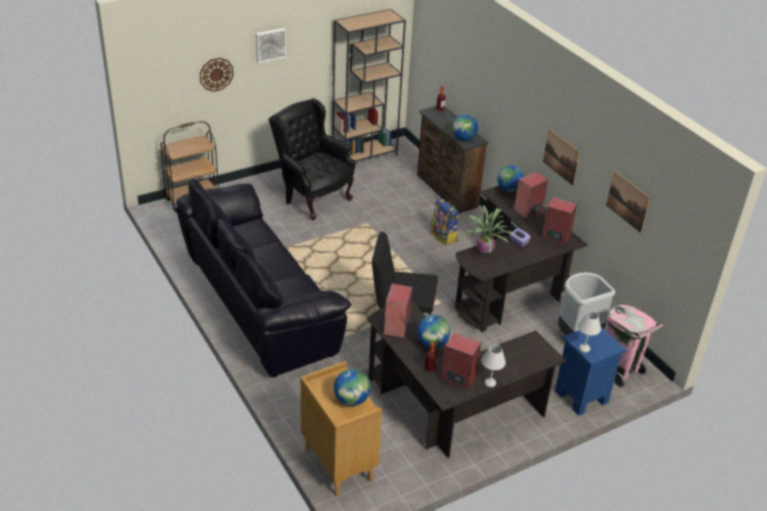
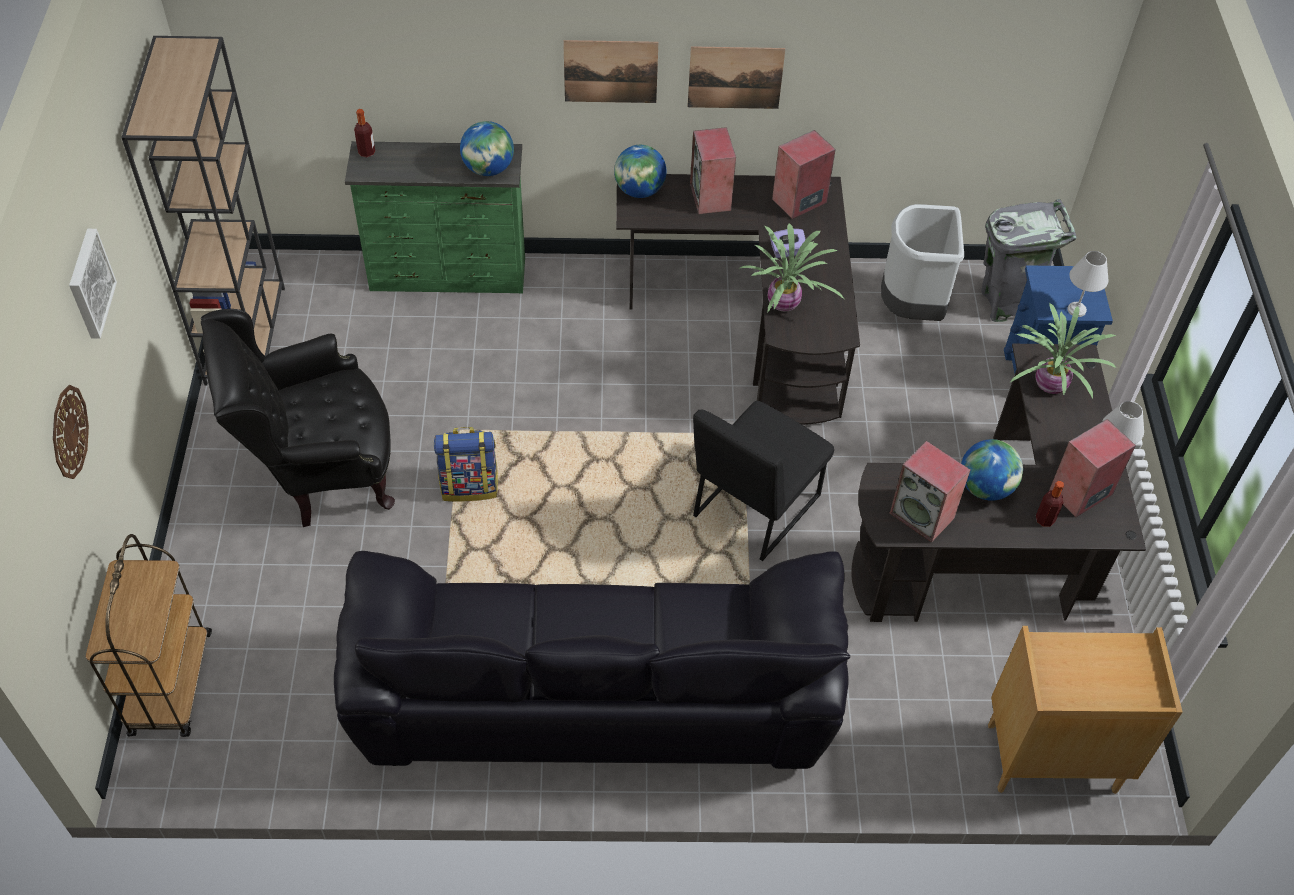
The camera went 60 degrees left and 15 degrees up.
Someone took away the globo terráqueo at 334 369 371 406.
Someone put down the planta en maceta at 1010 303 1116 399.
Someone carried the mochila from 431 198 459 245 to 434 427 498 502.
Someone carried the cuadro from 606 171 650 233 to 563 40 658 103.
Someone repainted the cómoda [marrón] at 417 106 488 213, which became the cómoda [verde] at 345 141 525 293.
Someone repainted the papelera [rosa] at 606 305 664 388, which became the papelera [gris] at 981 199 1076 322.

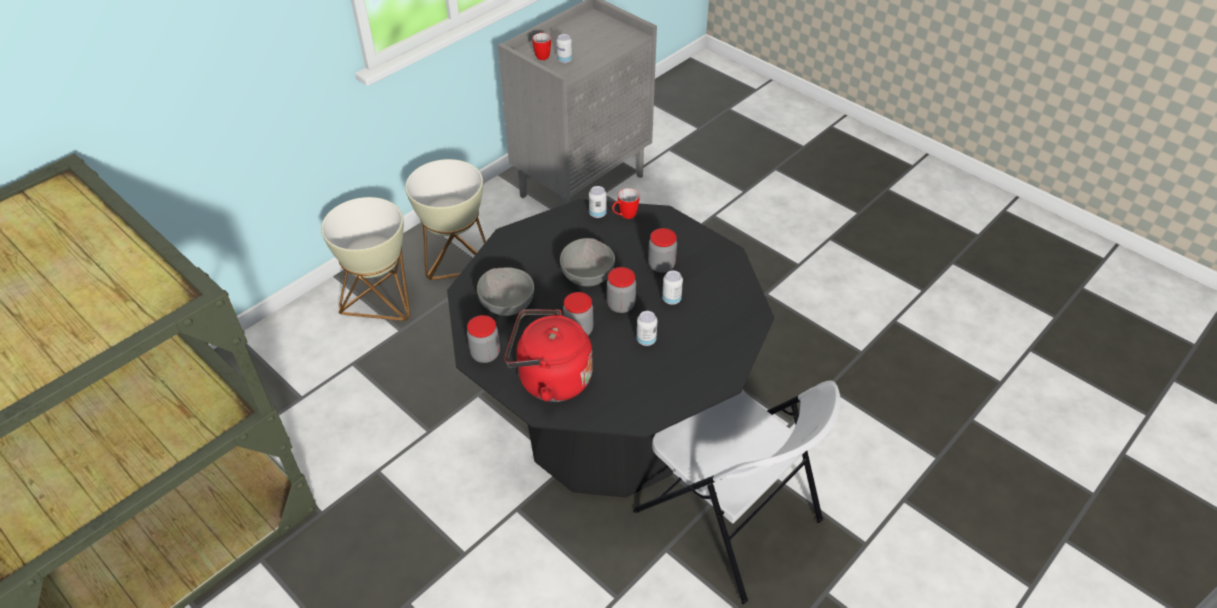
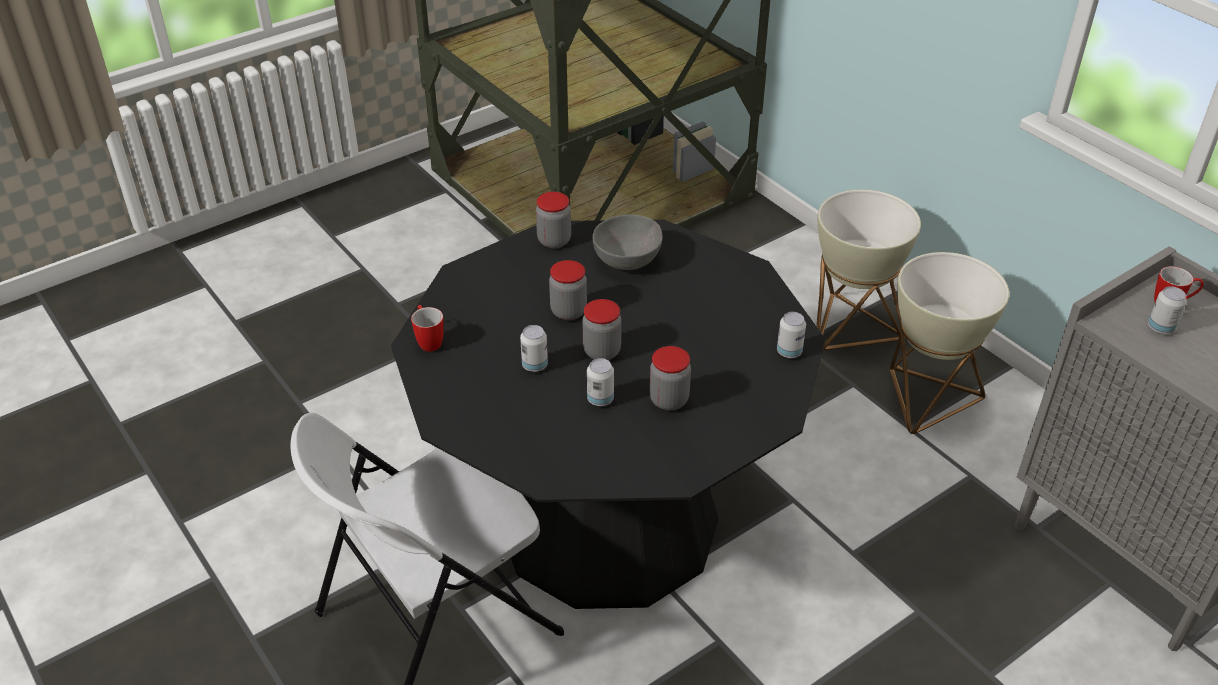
The camera went 100 degrees right and 5 degrees down.
Someone took away the hervidor [rojo] at 504 309 593 402.
Someone took away the cuenco [gris] at 560 238 615 287.
Someone carried the taza grande from 612 188 640 219 to 411 305 444 352.

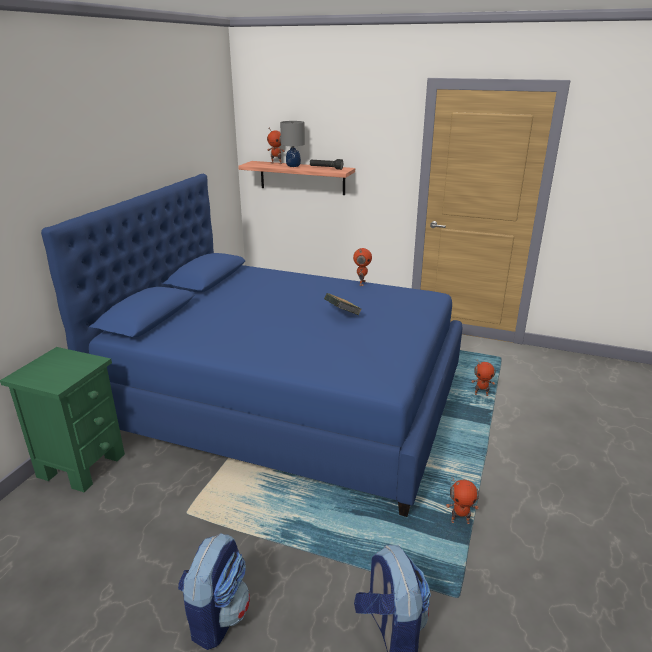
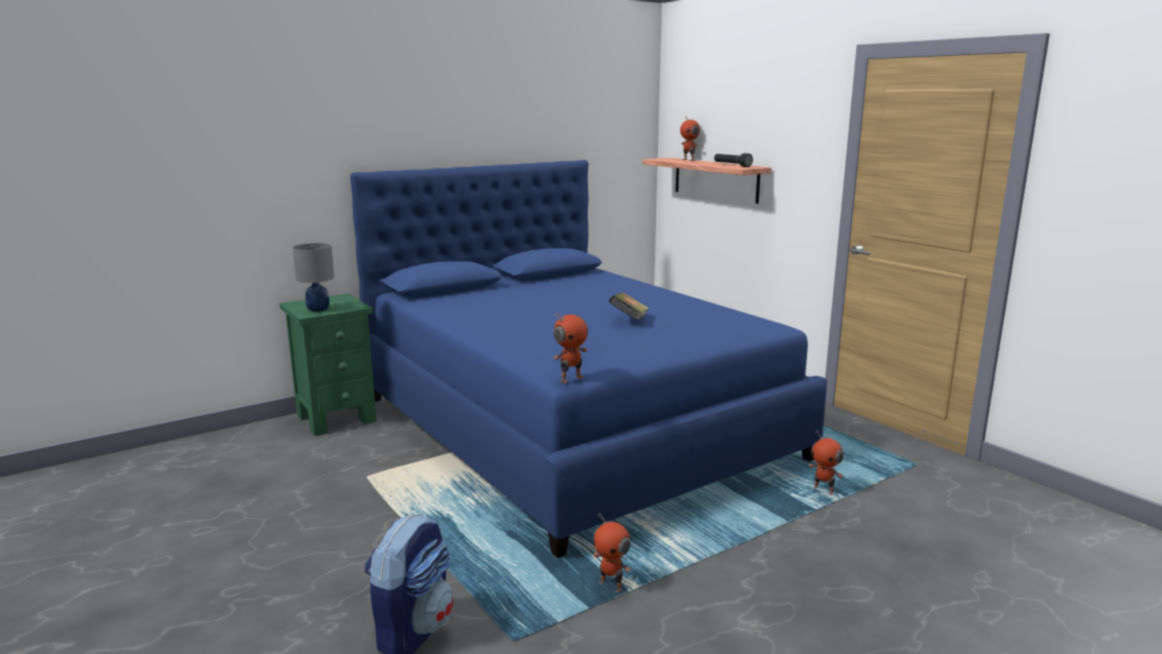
The camera went 35 degrees right and 10 degrees down.
Someone took away the mochila at 178 533 250 650.
Someone carried the lámpara de mesa [gris] from 280 121 305 167 to 292 243 334 312.
Someone carried the robot de juguete from 353 248 372 286 to 553 312 588 383.

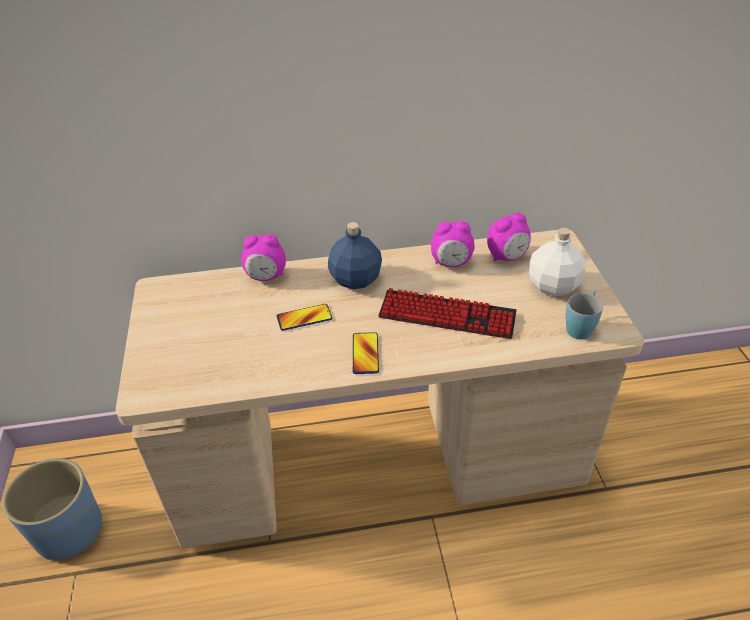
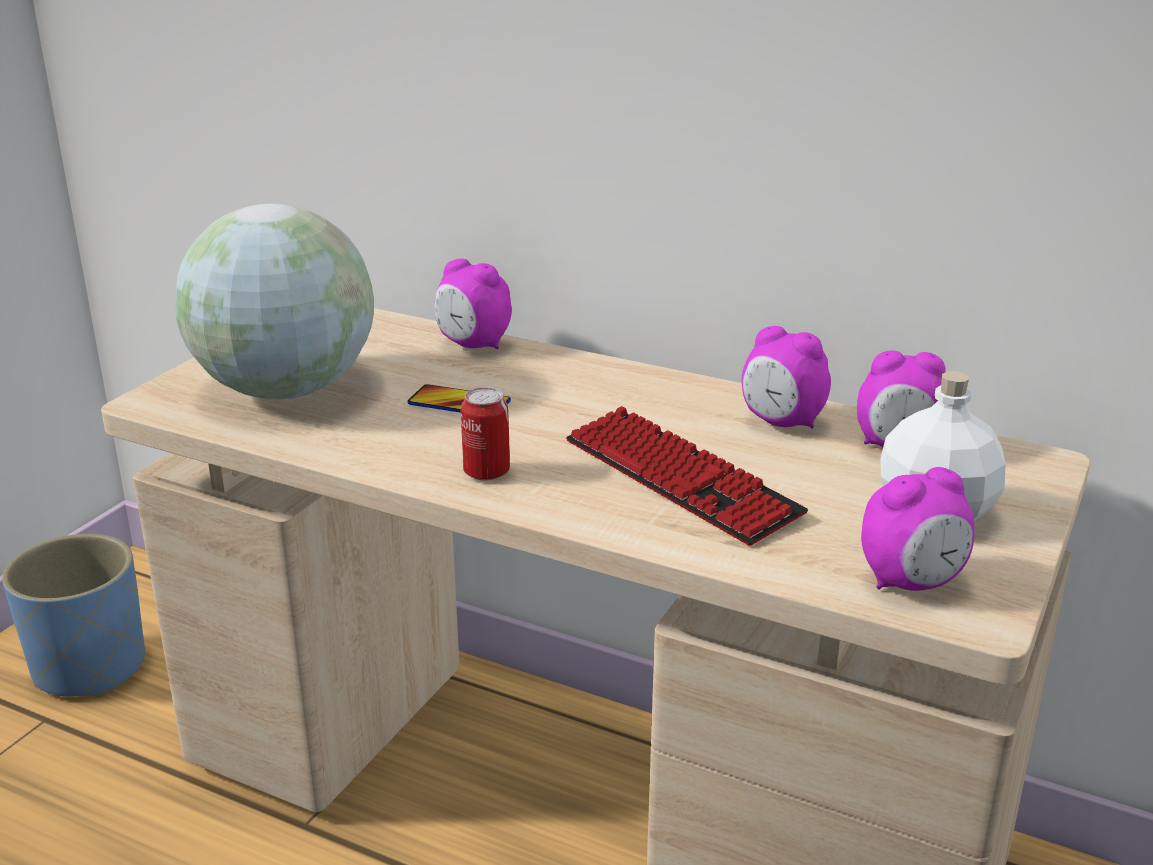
The camera went 35 degrees right and 15 degrees down.
Someone took away the botella [azul] at 328 222 382 289.
Someone put down the globo terráqueo at 175 203 374 400.
Someone swapped the móvil at 353 332 379 374 for the lata at 461 387 510 481.
Someone swapped the taza grande [azul] at 566 291 603 339 for the despertador at 861 467 975 591.

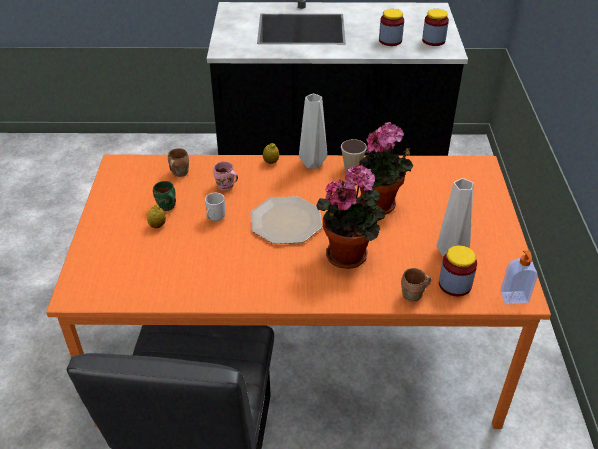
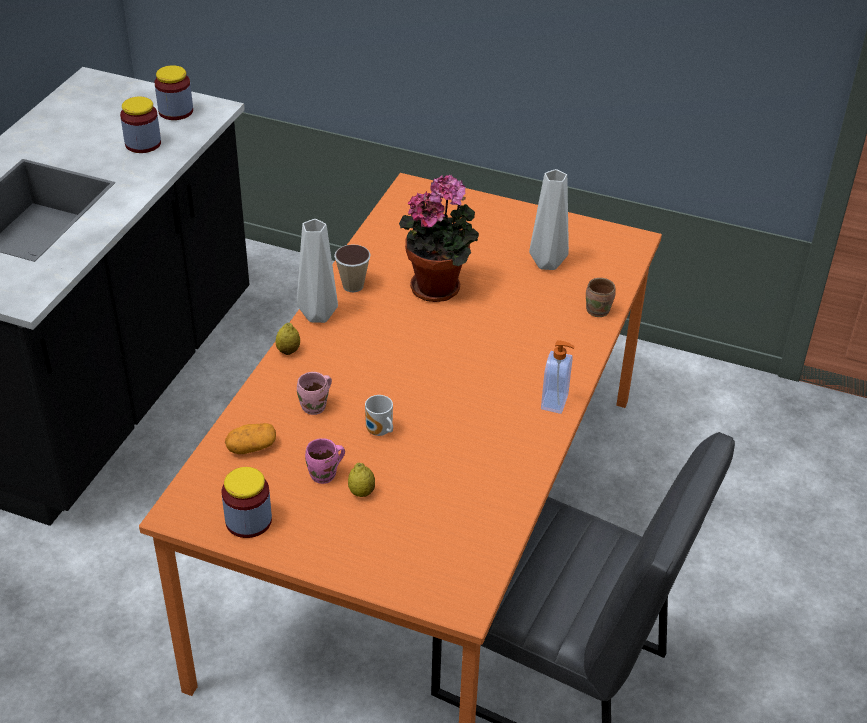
The camera went 70 degrees left and 0 degrees up.
Someone took away the plato at 251 196 322 244.
Someone took away the planta en maceta at 316 165 385 269.
Someone carried the tarro from 439 245 477 296 to 222 467 272 538.
Someone carried the dispensador de jabón from 500 251 538 304 to 541 340 575 414.
Someone swapped the taza grande [marrón] at 168 148 189 177 for the patata at 225 423 276 454.
Someone repainted the taza grande [verde] at 153 181 176 211, which became the taza grande [rosa] at 305 438 345 484.

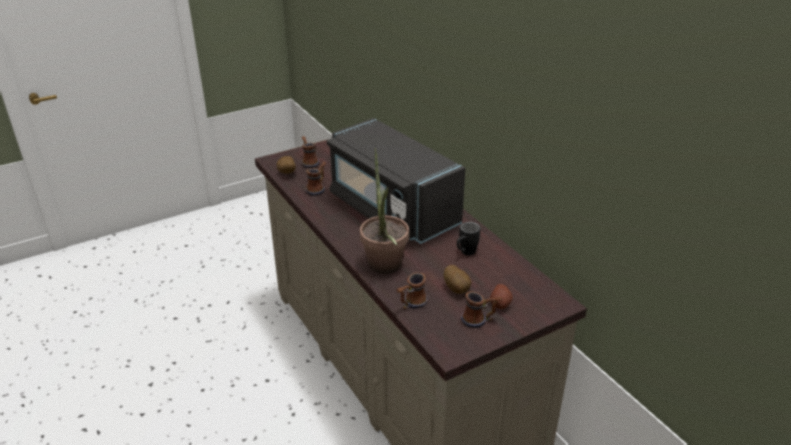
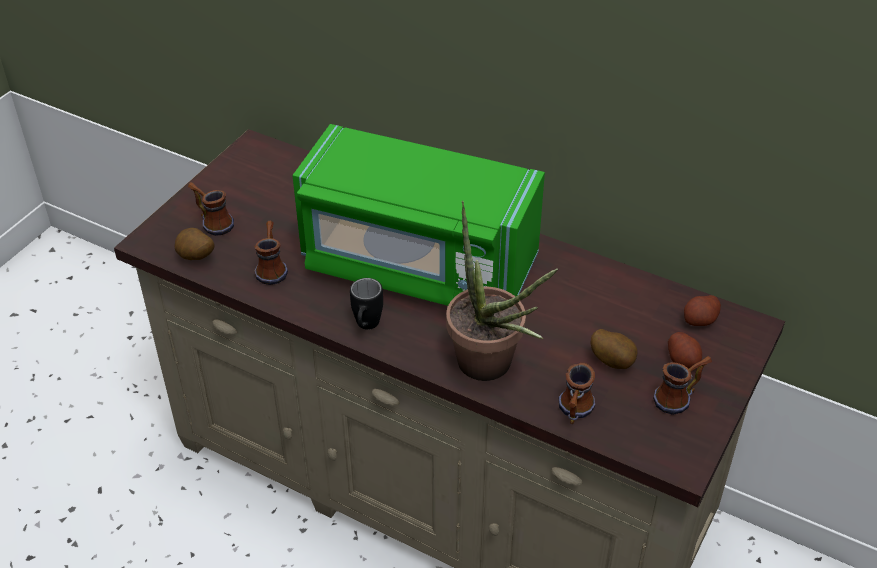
The camera went 30 degrees left and 10 degrees up.
Someone put down the patata at 684 295 721 326.
Someone carried the taza grande [negro] from 457 222 480 255 to 350 278 383 330.
Someone repainted the microondas [negro] at 327 118 465 244, which became the microondas [verde] at 293 124 545 306.

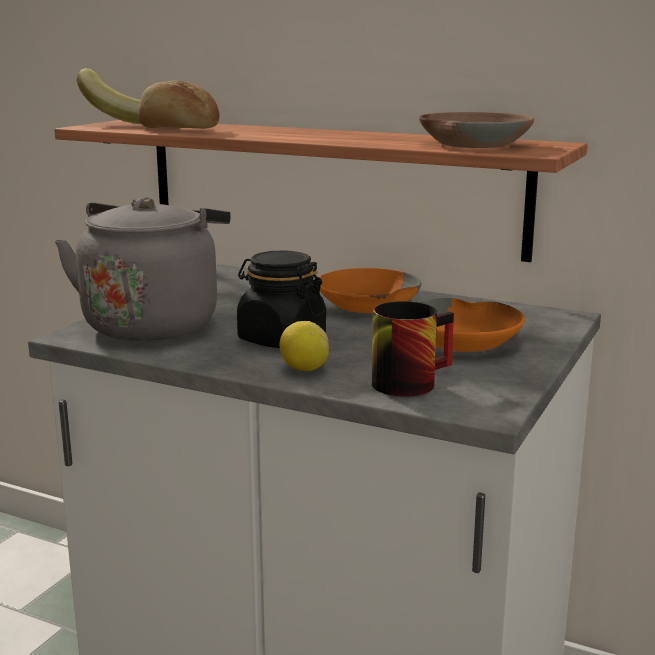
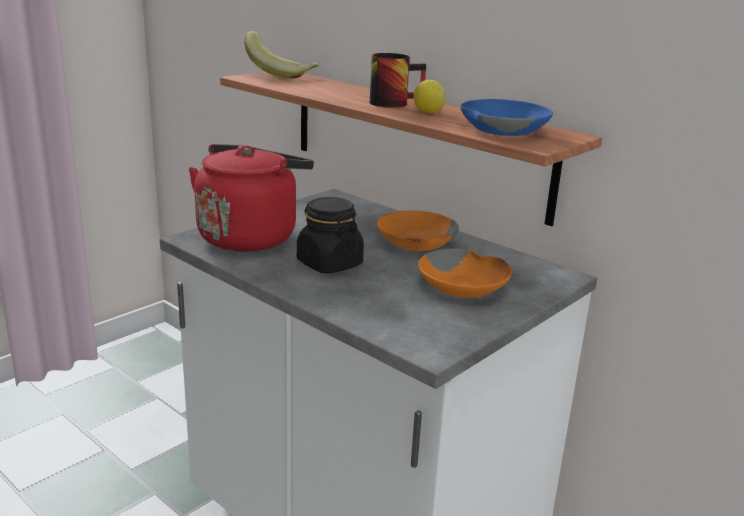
The camera went 15 degrees right and 5 degrees up.
Someone took away the pan at 138 81 220 129.
Someone carried the limón from 279 321 329 371 to 413 80 446 113.
Someone carried the taza grande from 372 301 454 397 to 370 53 426 108.
Someone repainted the hervidor [gris] at 55 197 231 341, which became the hervidor [rojo] at 188 144 314 252.
Someone repainted the cuenco [marrón] at 419 112 534 148, which became the cuenco [azul] at 460 99 553 136.

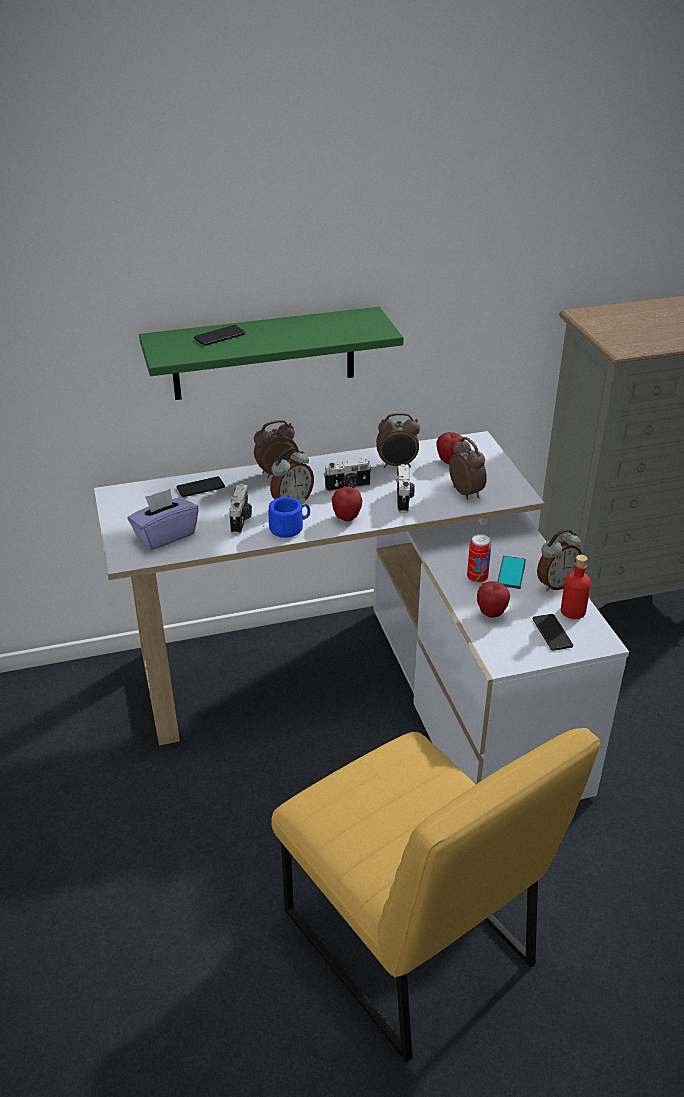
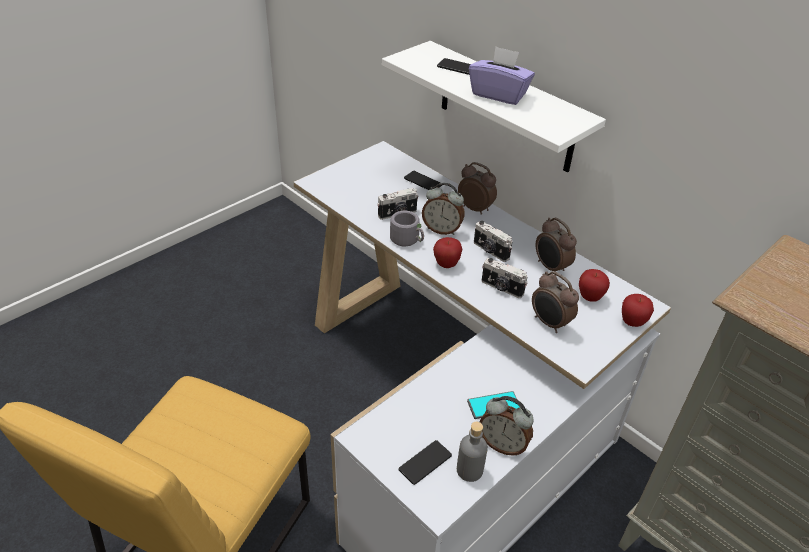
The camera went 60 degrees right and 5 degrees up.
Someone took away the lata at 467 534 491 583.
Someone carried the caja de pañuelos [morado] from 128 489 199 550 to 469 46 535 105.
Someone carried the manzana from 477 581 510 618 to 622 294 654 327.
Someone repainted the estante [verde] at 139 307 404 400, which became the estante [blanco] at 382 41 606 172.
Someone repainted the taza grande [azul] at 261 497 310 538, which became the taza grande [gris] at 390 211 424 246.
Someone repainted the botella [rojo] at 561 555 591 619, which became the botella [gris] at 457 422 488 482.
Someone rotated the cámara at 396 464 414 513 by 60 degrees clockwise.
Someone rotated the despertador at 449 437 487 500 by 105 degrees clockwise.

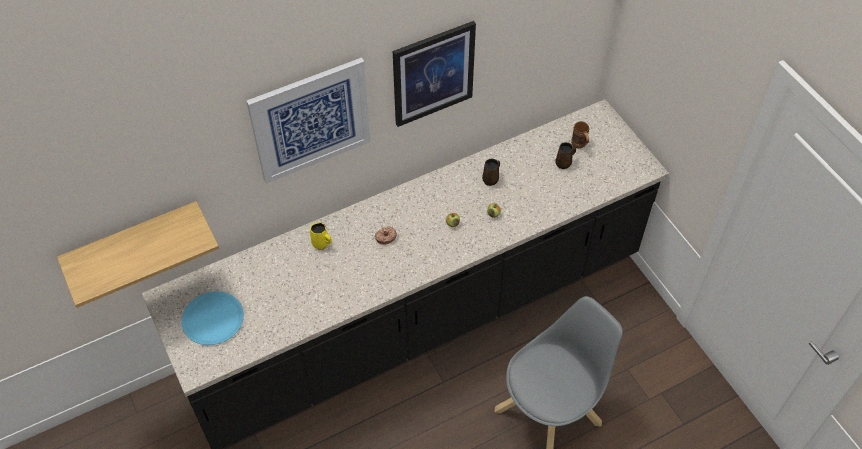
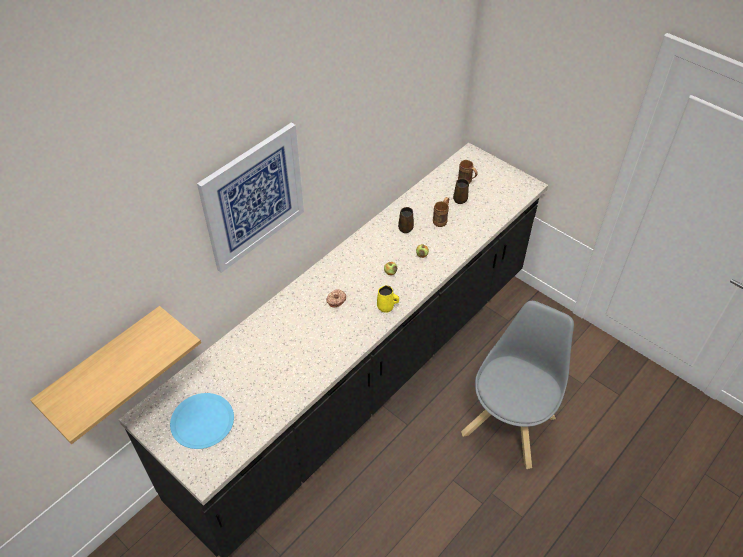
The camera went 20 degrees left and 5 degrees down.
Someone took away the cuadro at 393 21 476 127.
Someone put down the taza grande [marrón] at 433 197 449 227.
Someone carried the taza grande [amarillo] from 310 222 332 250 to 377 285 399 313.

